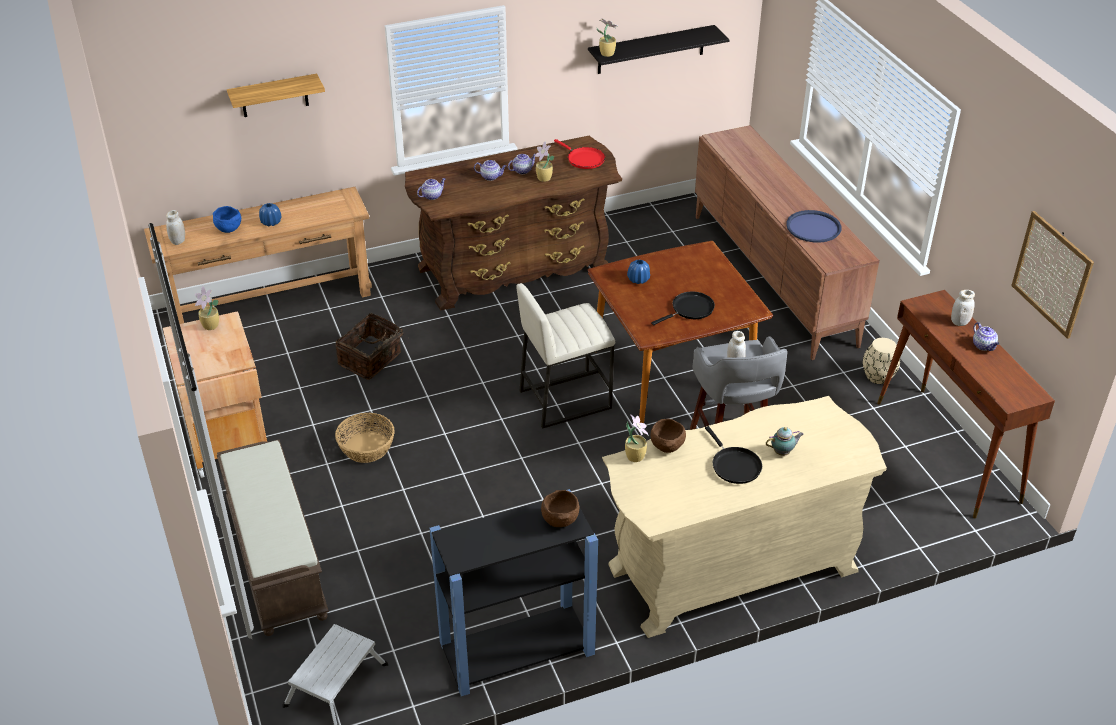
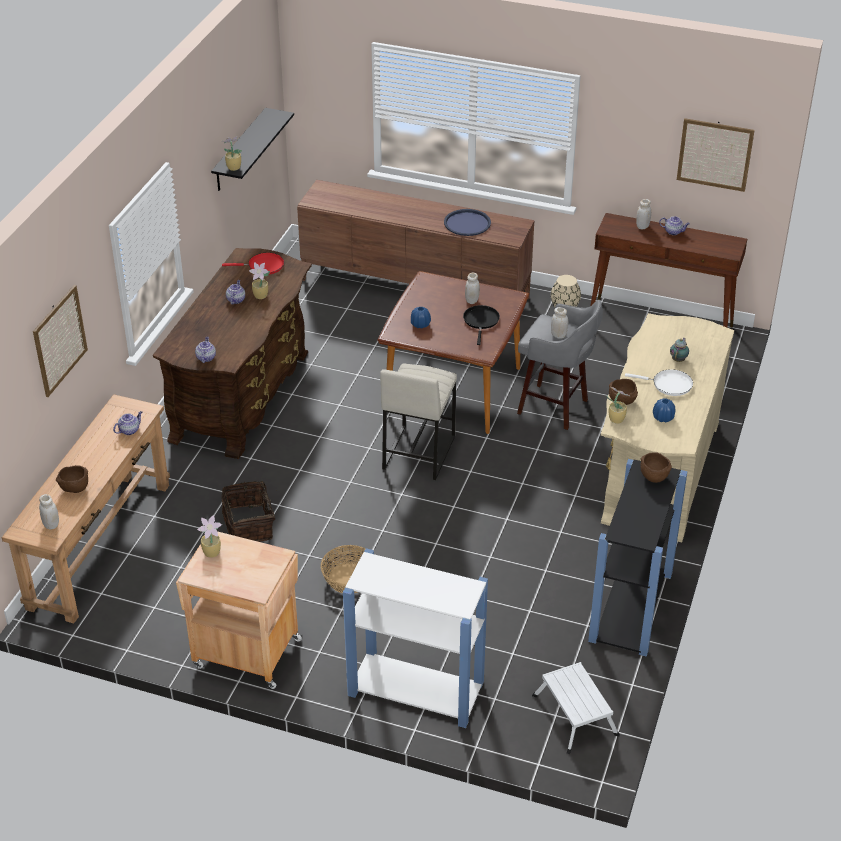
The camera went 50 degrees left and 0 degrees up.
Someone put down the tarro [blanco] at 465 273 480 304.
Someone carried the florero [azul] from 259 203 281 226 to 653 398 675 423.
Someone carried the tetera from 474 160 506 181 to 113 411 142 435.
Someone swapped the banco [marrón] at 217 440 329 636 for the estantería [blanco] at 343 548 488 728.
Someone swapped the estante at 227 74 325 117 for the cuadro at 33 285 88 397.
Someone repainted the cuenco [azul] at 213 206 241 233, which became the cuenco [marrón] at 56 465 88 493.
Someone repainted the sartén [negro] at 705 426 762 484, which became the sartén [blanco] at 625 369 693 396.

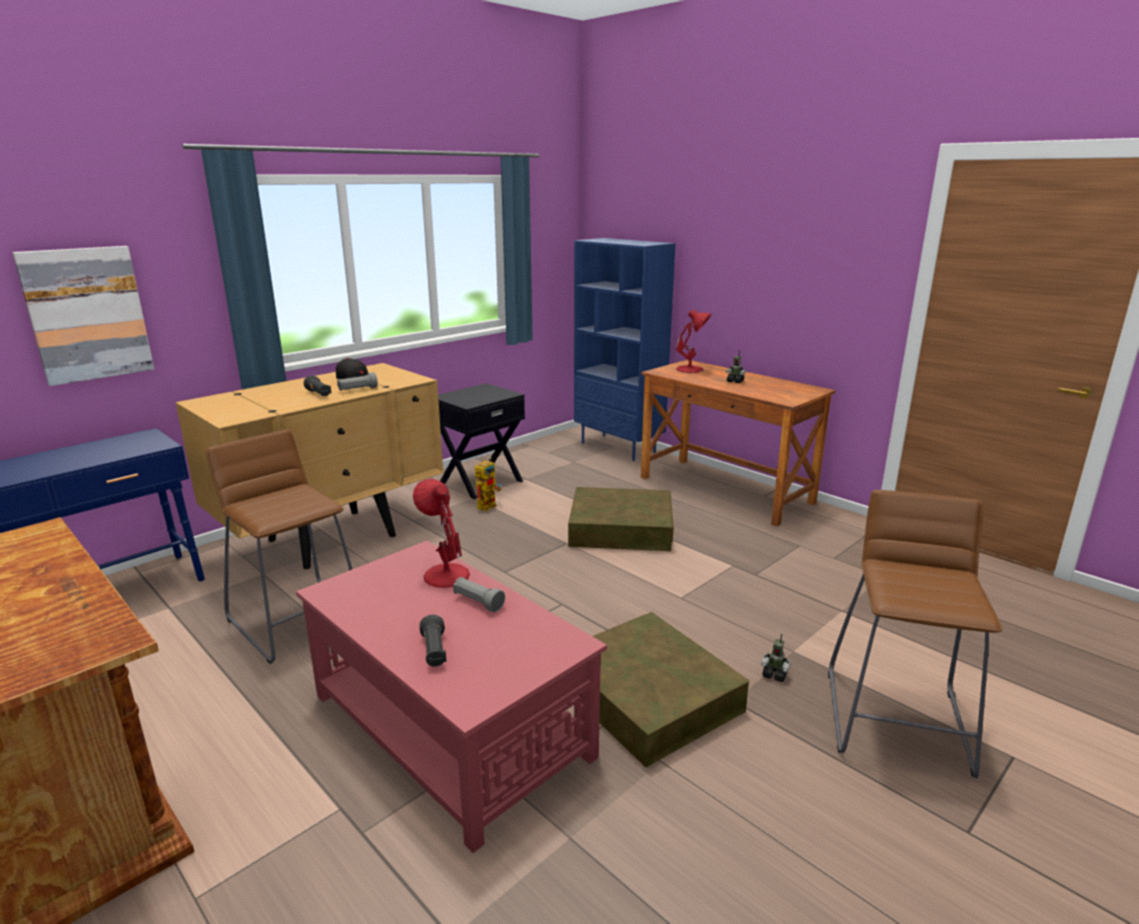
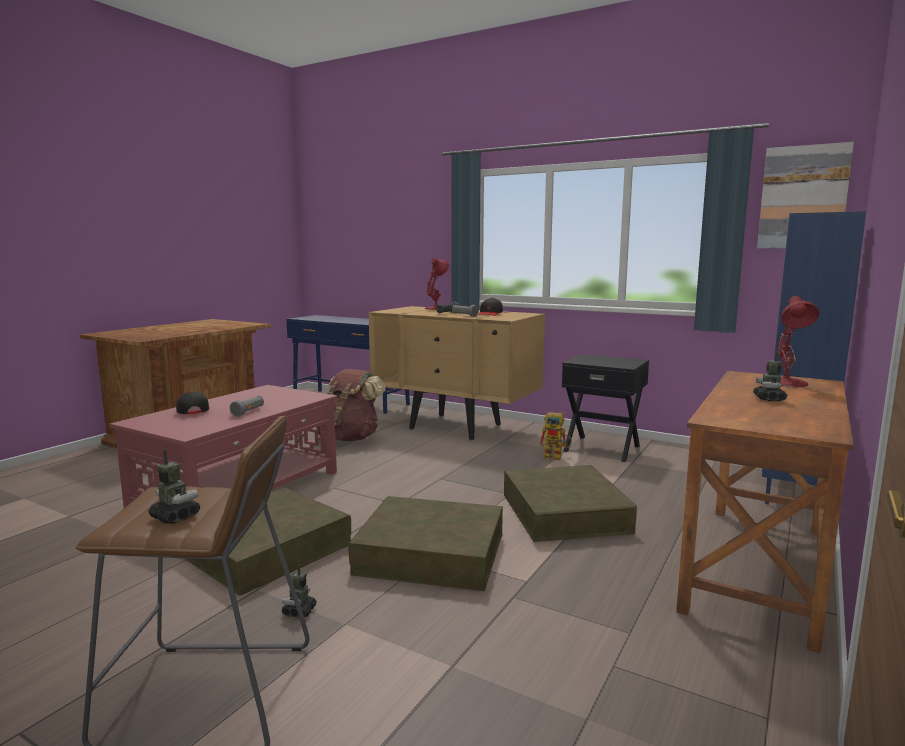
The camera went 75 degrees right and 10 degrees down.
Someone put down the robot de juguete at 148 450 200 524.
Someone put down the caja de almacenaje [marrón] at 348 496 503 591.
Someone carried the cuadro from 12 246 154 386 to 757 142 854 249.
Someone carried the lámpara de mesa [rojo] from 413 479 470 588 to 425 258 449 310.
Someone swapped the taburete [marrón] at 206 430 352 664 for the mochila [marrón] at 316 369 386 441.
Someone swapped the linterna [negro] at 419 615 447 667 for the gorra [negro] at 176 391 209 414.

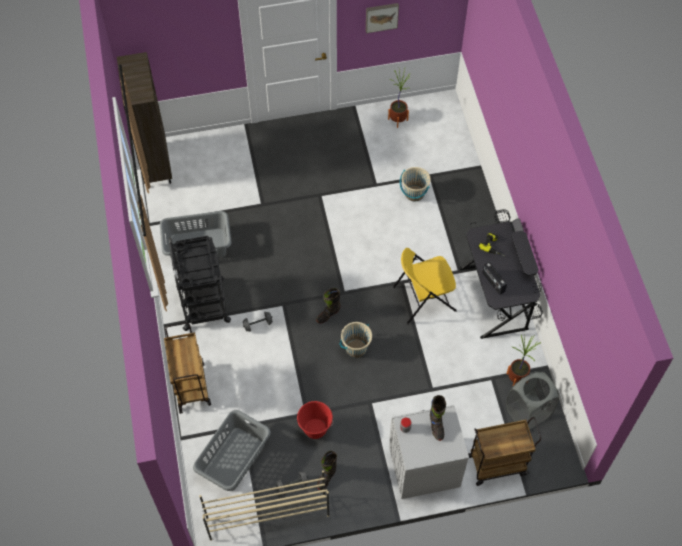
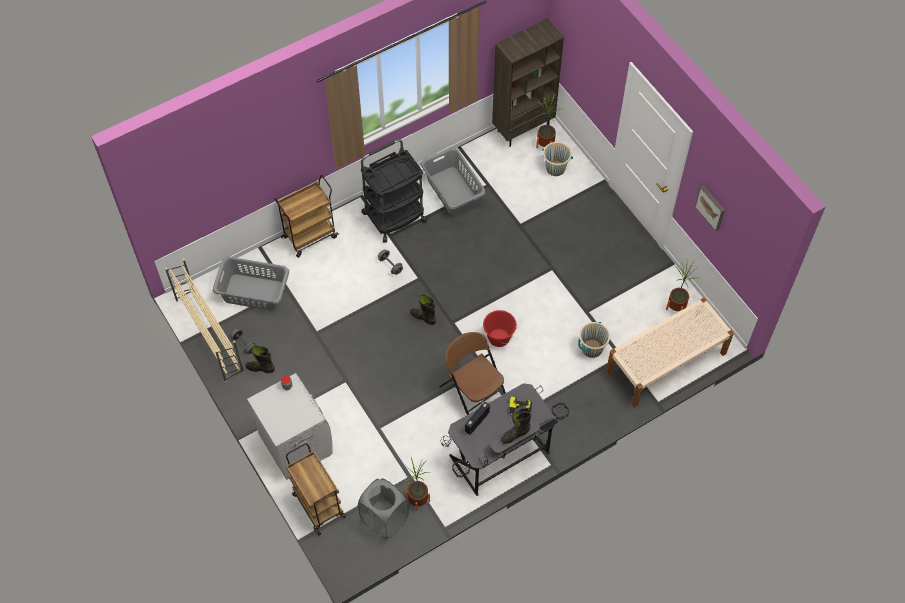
The camera went 70 degrees right and 0 degrees up.
Someone put down the planta en maceta at 536 94 564 148.
Someone put down the banco [beis] at 606 298 734 408.
Someone carried the cubo [rojo] from 297 401 333 439 to 483 310 517 347.
Someone carried the cubo [beis] from 340 322 372 358 to 542 142 573 176.
Someone carried the bota [negro] from 430 395 446 441 to 501 408 531 444.
Someone repainted the silla [amarillo] at 393 248 456 324, which became the silla [marrón] at 439 332 506 415.

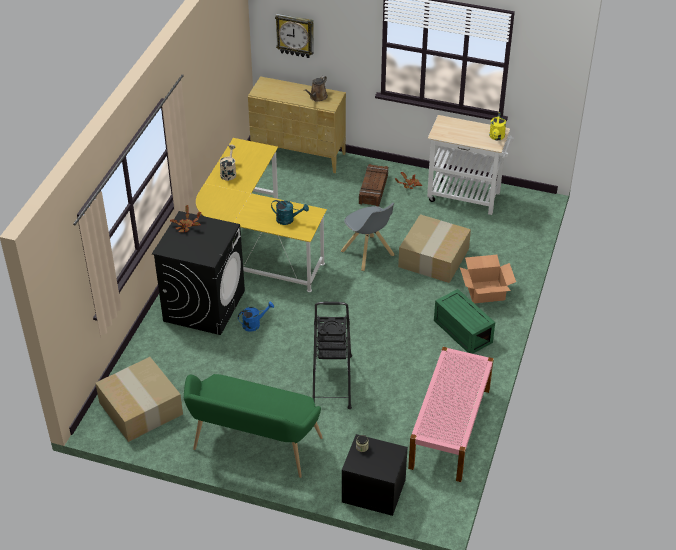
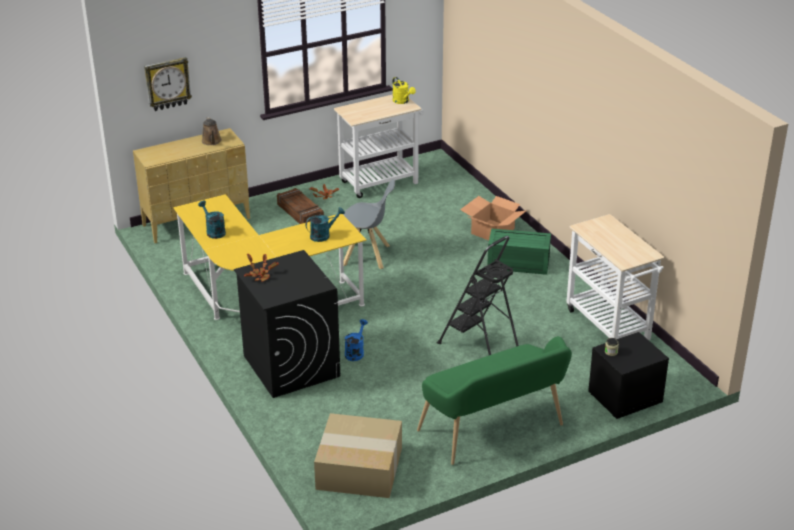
The camera went 45 degrees left and 10 degrees down.
Someone took away the caja de cartón at 398 214 471 283.
Someone swapped the banco [rosa] at 408 347 494 482 for the carrito [blanco] at 566 214 664 340.
Someone repainted the regadera [beis] at 220 145 236 181, which became the regadera [turquesa] at 198 201 226 239.

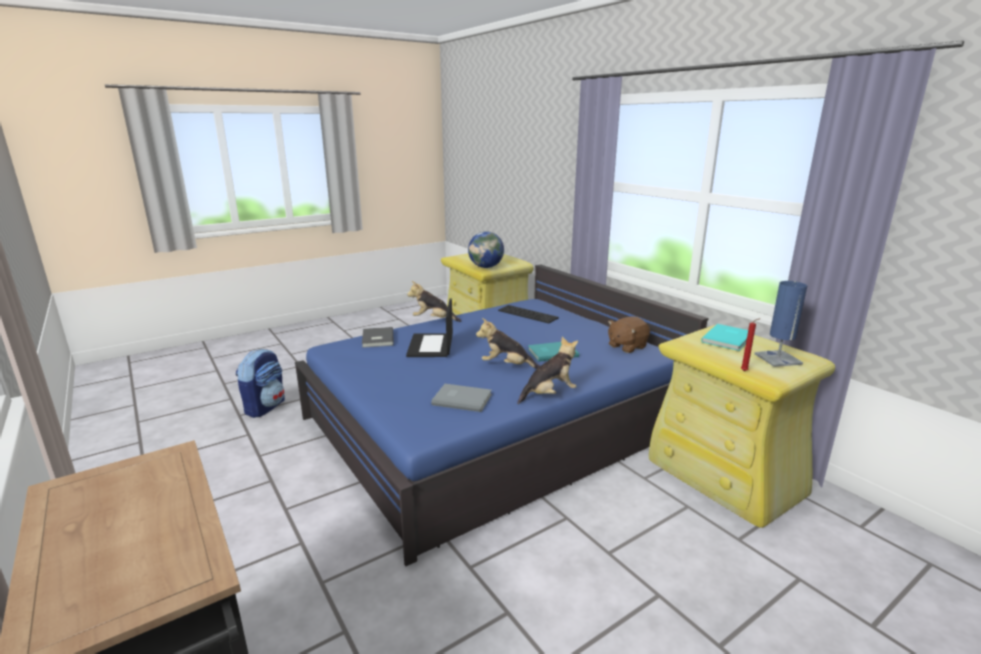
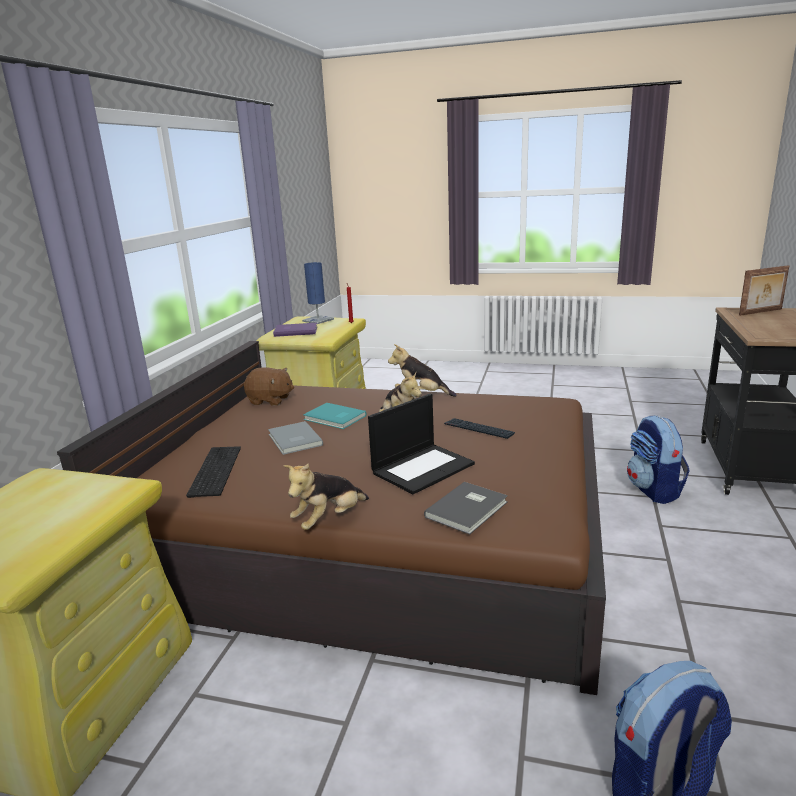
The camera went 130 degrees left and 0 degrees up.
Someone took away the globo terráqueo at 468 231 504 268.
Someone put down the teclado at 444 418 515 439.
Someone put down the mochila at 627 415 690 504.
Someone put down the portarretratos at 739 265 789 316.
Someone carried the libro [gris] from 431 384 492 412 to 268 421 323 455.
Someone repainted the cama [azul] at 295 264 709 566, which became the cama [marrón] at 57 341 606 695.
Someone repainted the libro [turquesa] at 701 324 748 351, which became the libro [morado] at 273 323 317 337.
Someone rotated the peluche at 407 281 461 322 by 75 degrees clockwise.

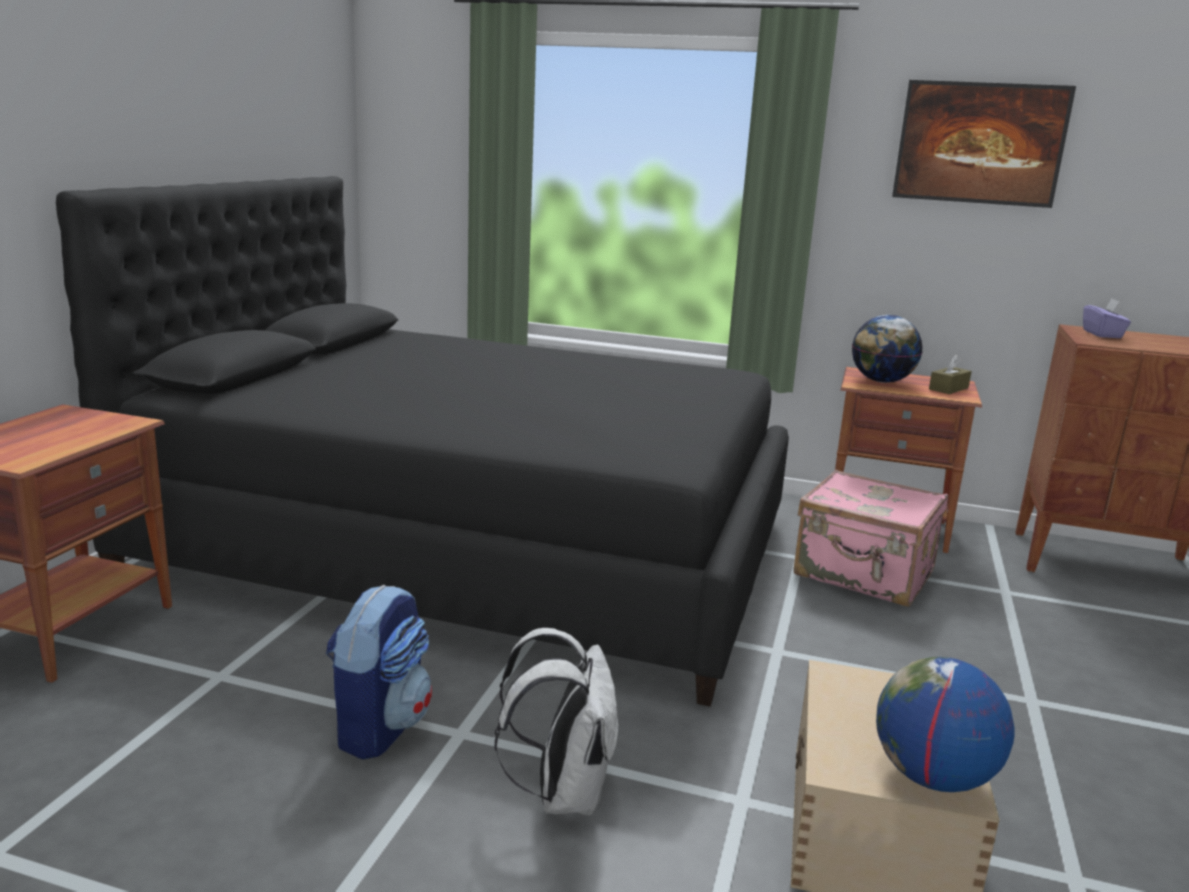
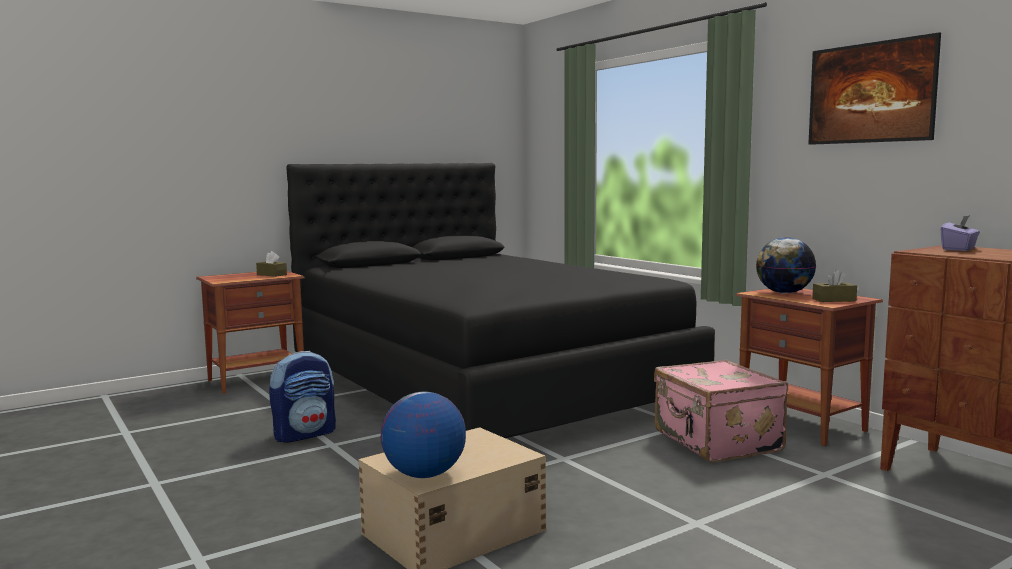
The camera went 40 degrees right and 10 degrees down.
Someone took away the mochila [blanco] at 495 628 620 816.
Someone put down the caja de pañuelos [marrón] at 256 251 287 277.

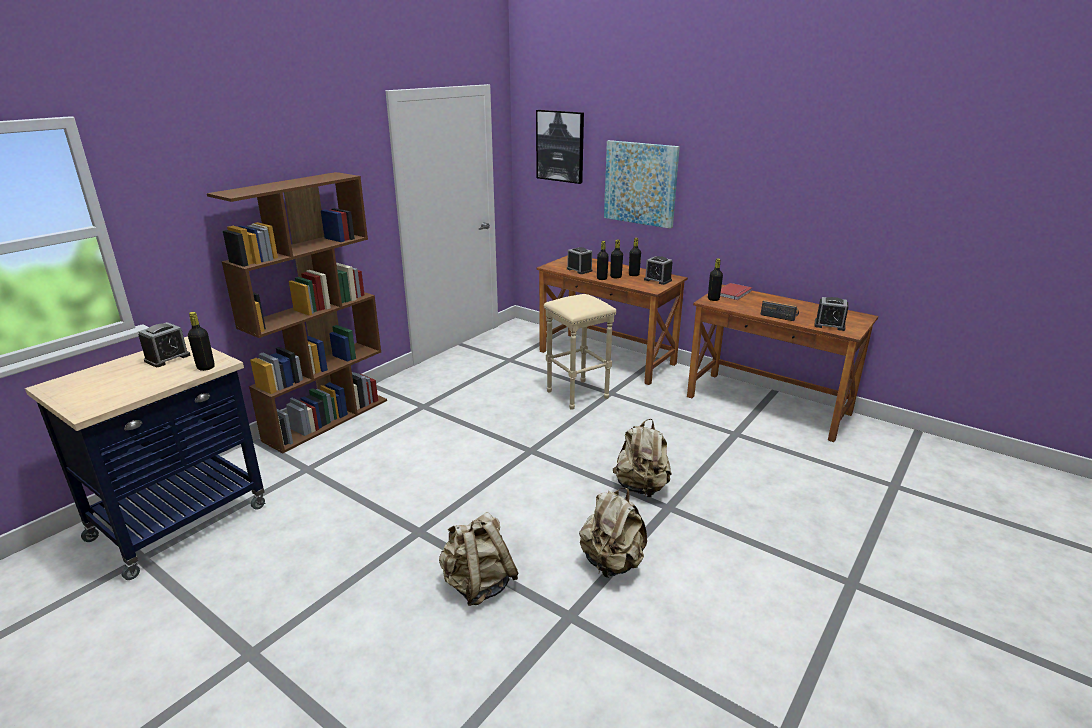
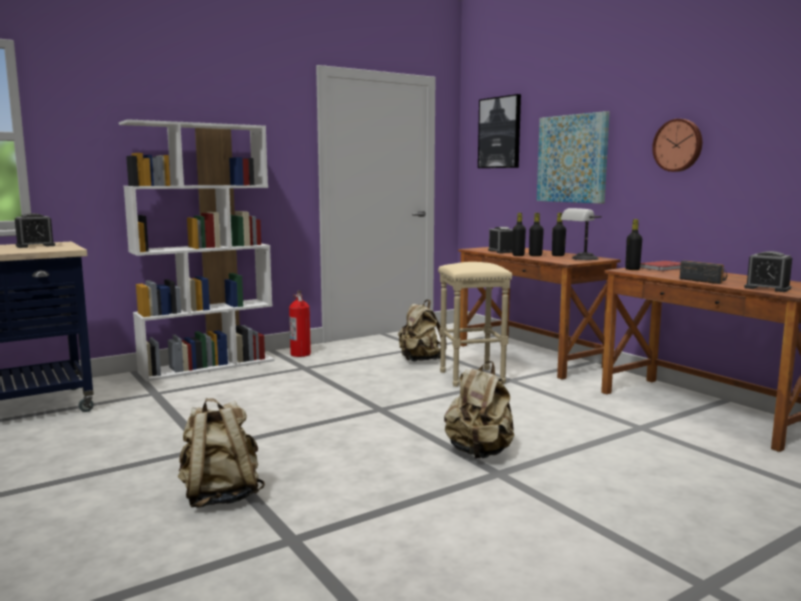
The camera went 20 degrees right and 15 degrees down.
Someone took away the botella [negro] at 188 312 215 371.
Someone put down the extintor at 289 290 311 357.
Someone put up the reloj de pared at 652 119 702 172.
Someone carried the mochila [beis] from 579 488 647 578 to 398 300 447 361.
Someone swapped the despertador at 644 256 673 285 for the lámpara de mesa at 561 208 602 260.
Someone repainted the estantería [marrón] at 207 172 387 454, which became the estantería [blanco] at 119 119 274 382.

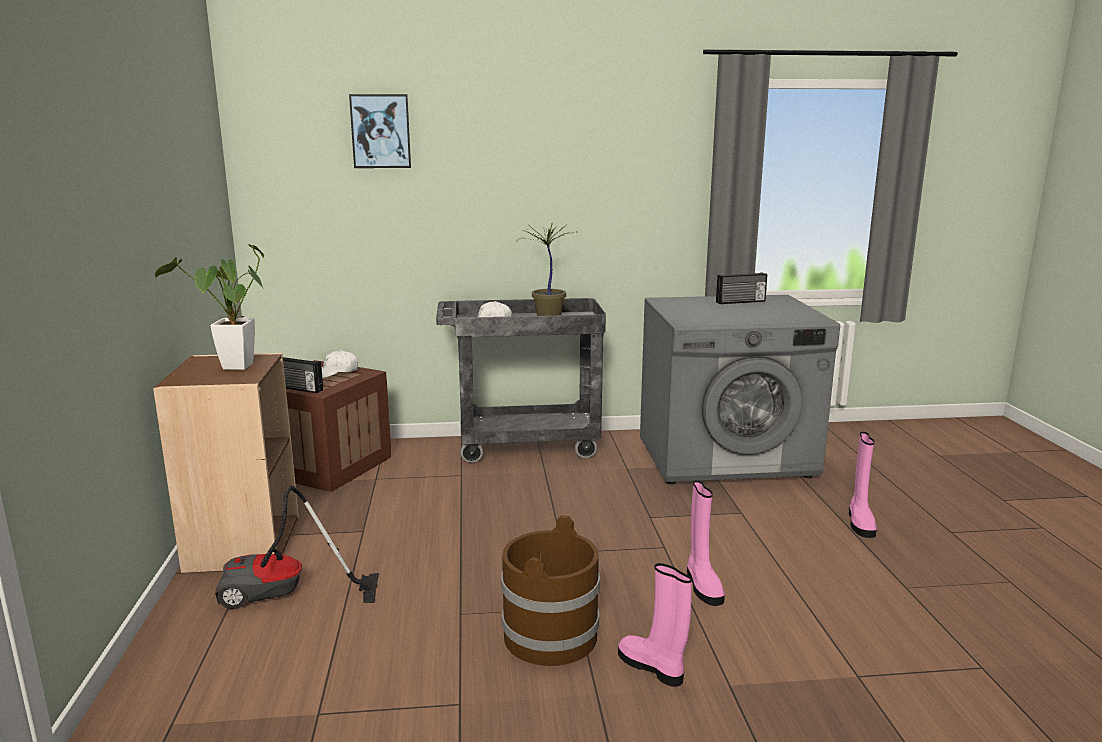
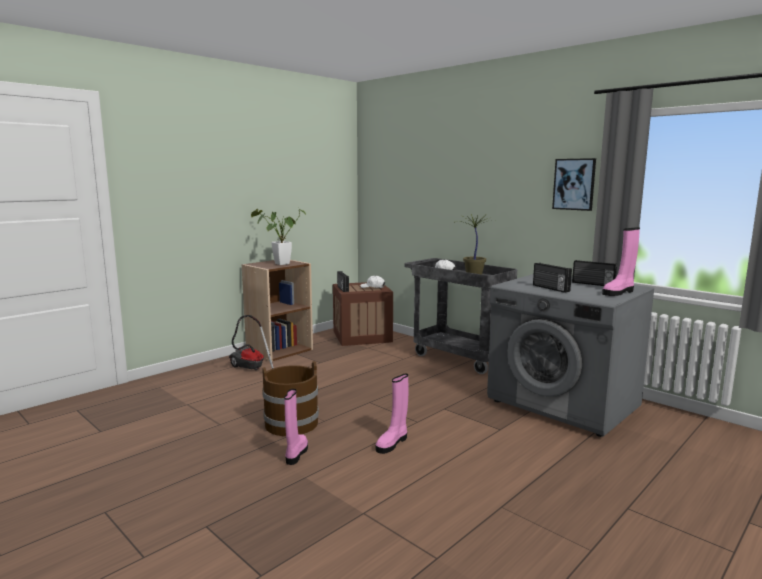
The camera went 50 degrees right and 5 degrees down.
Someone put down the radio at 533 263 572 293.
Someone carried the cuadro from 349 94 411 168 to 552 158 596 211.
Someone carried the bota [rosa] from 849 432 877 538 to 602 228 640 296.

